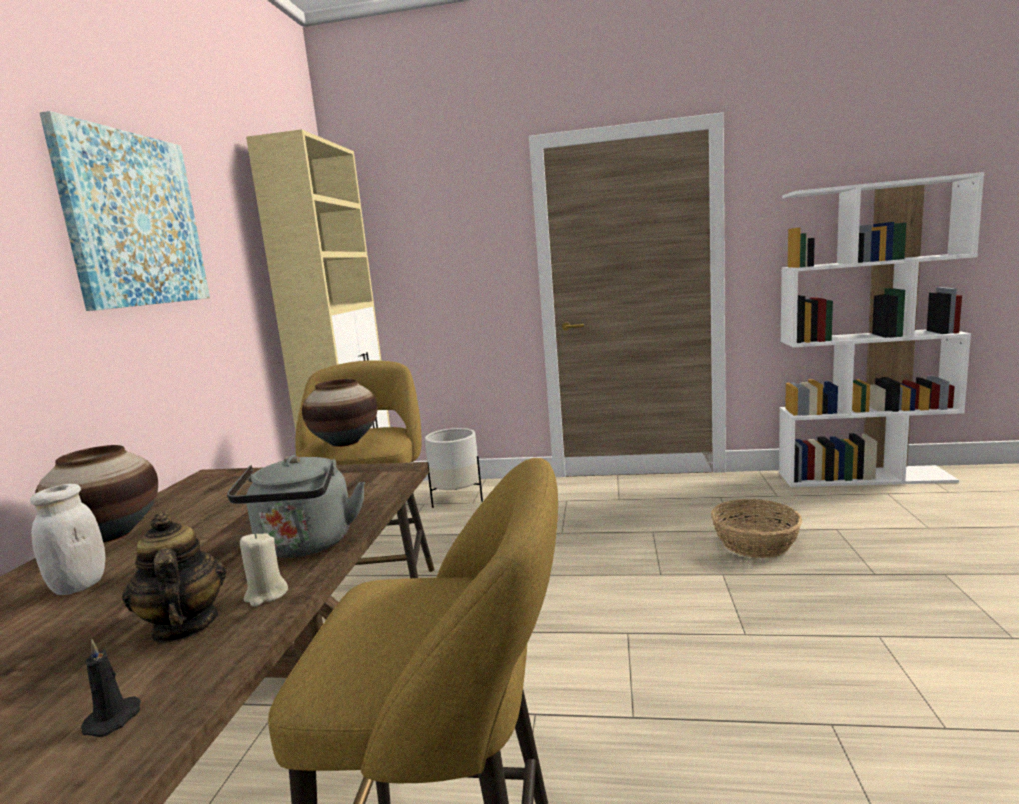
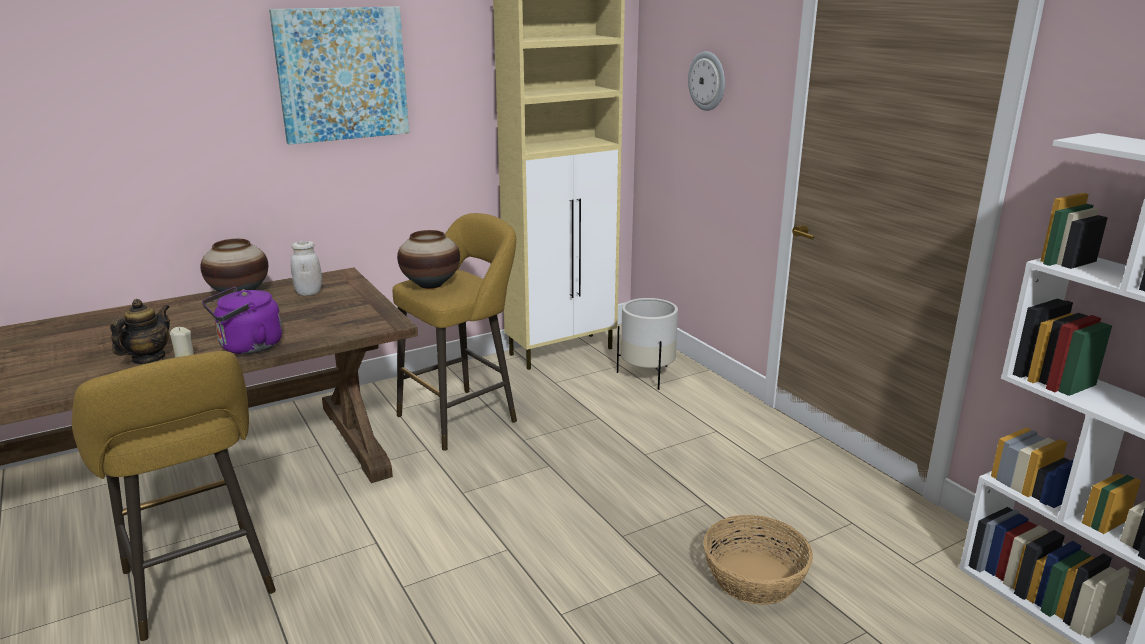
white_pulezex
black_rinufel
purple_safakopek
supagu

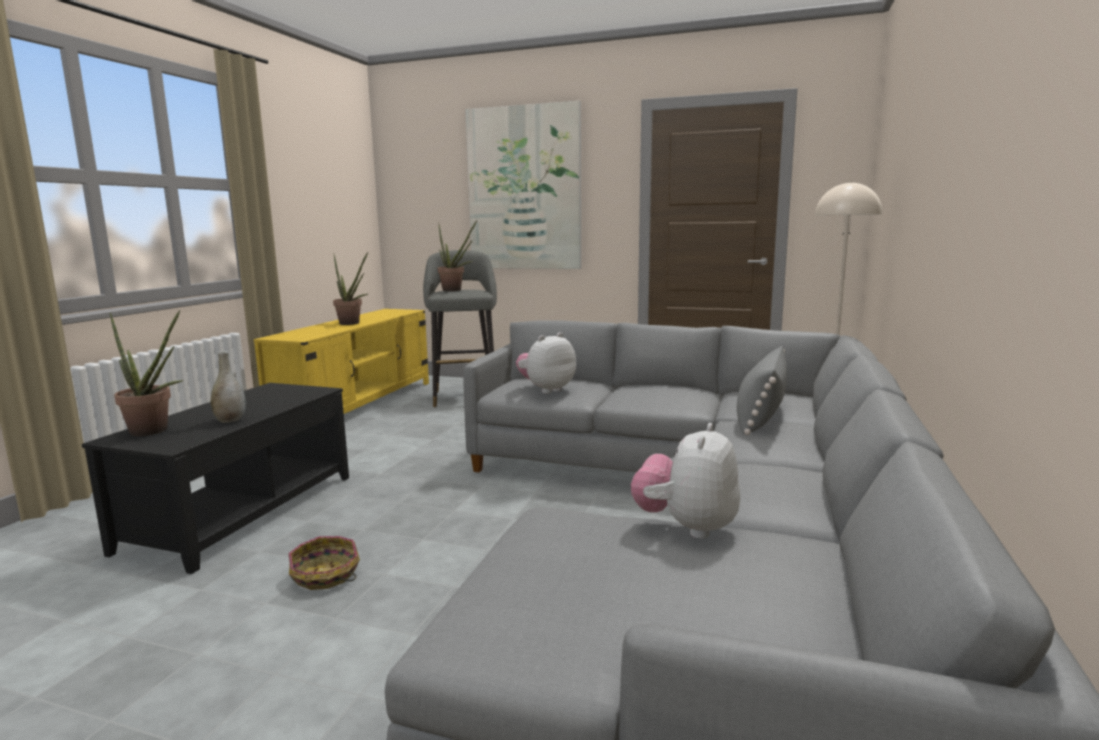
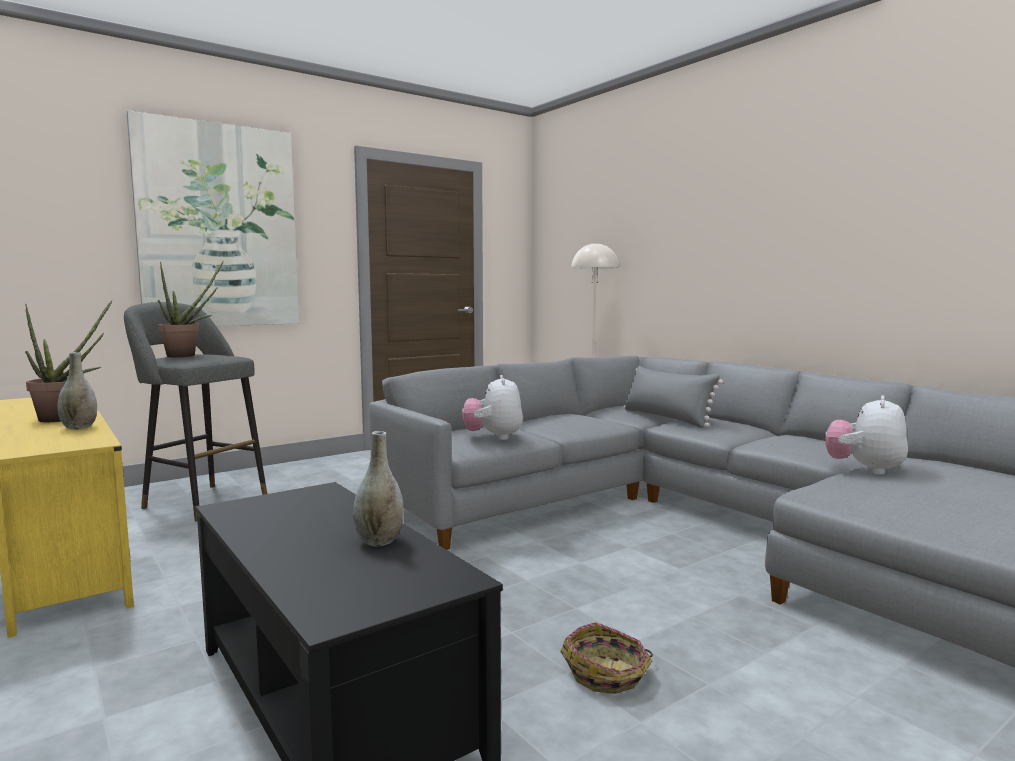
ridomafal (no. 1 from left in the first image)
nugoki (no. 2 from left)
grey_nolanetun (no. 1 from left)

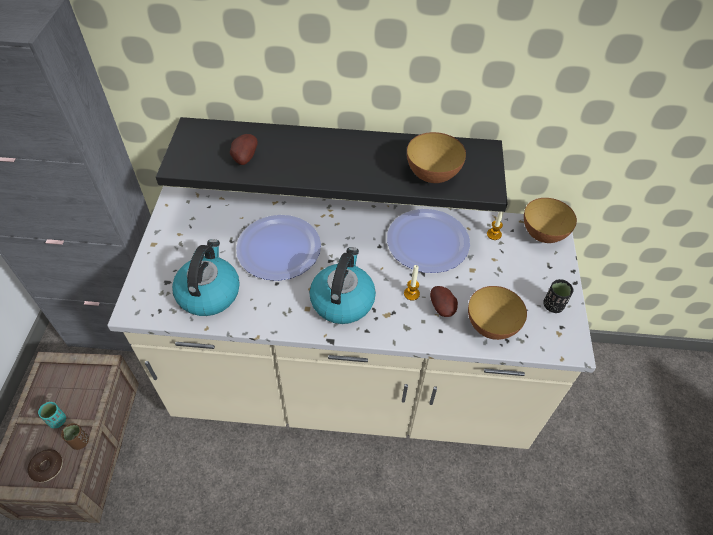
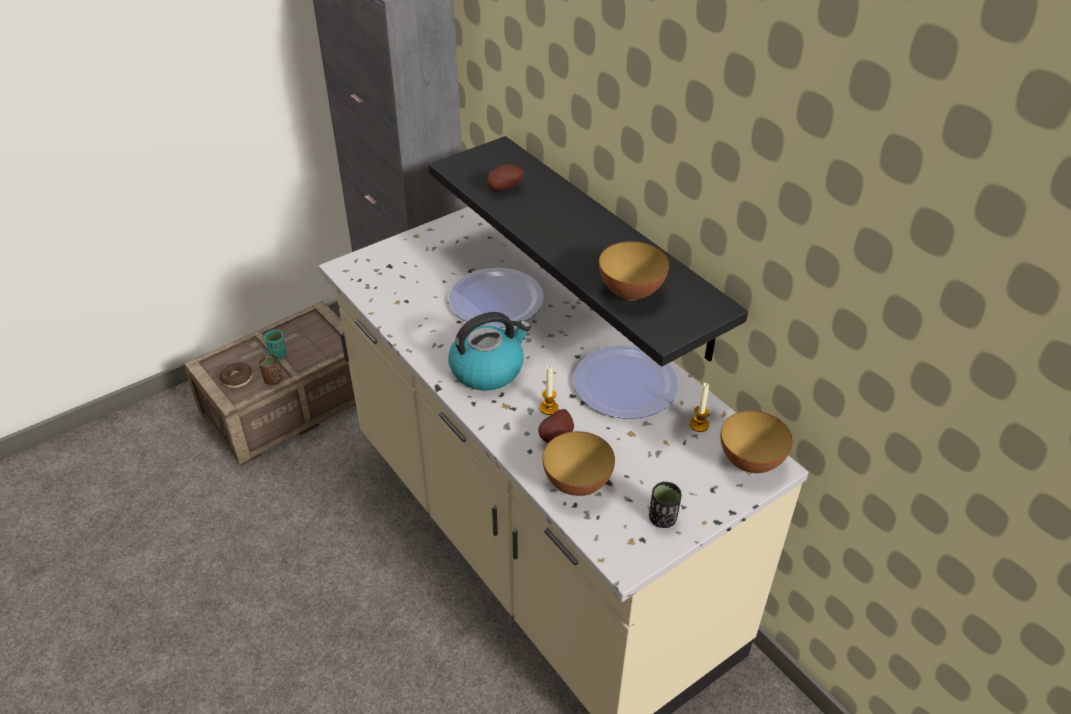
safakopek (no. 1 from left in the first image)

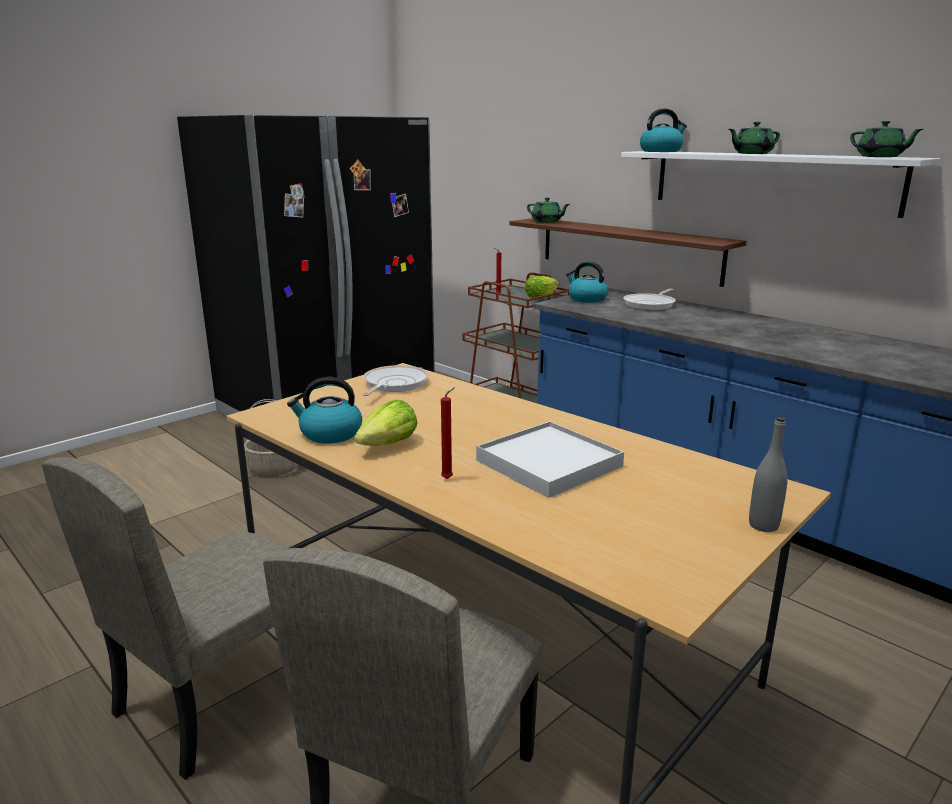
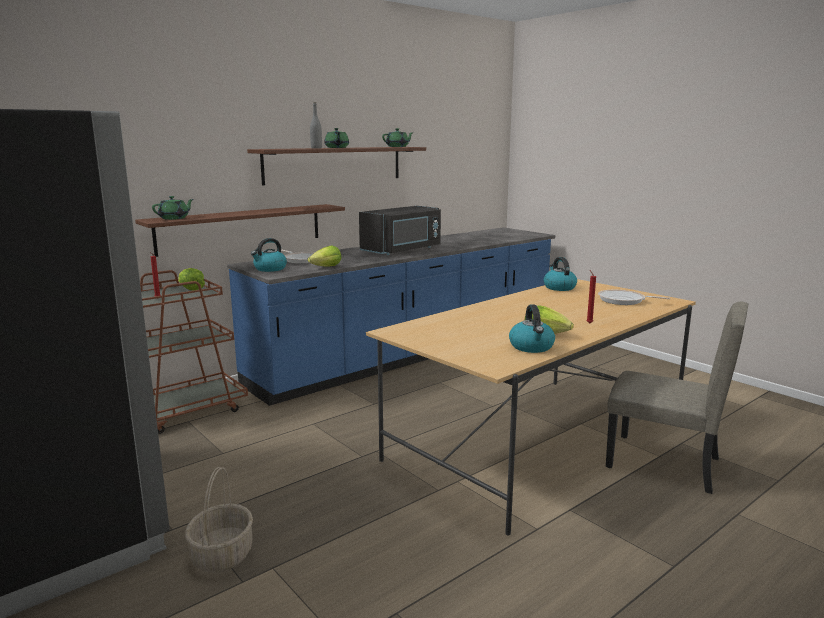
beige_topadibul (no. 1 from left in the first image)
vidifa (no. 2 from left)
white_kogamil
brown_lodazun (no. 2 from left)
safakopek (no. 3 from left)
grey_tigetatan
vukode (no. 2 from left)
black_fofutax

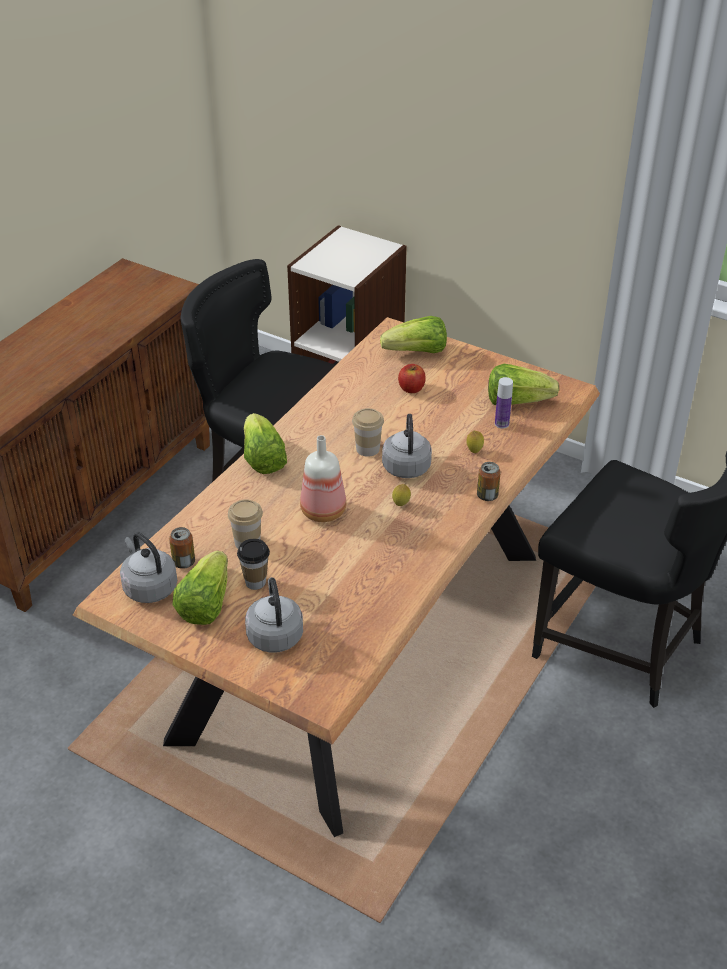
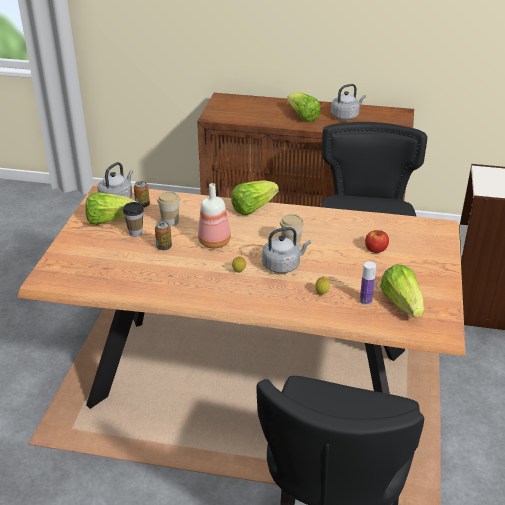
grey_safakopek (no. 3 from left)
vukode (no. 3 from left)
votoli (no. 2 from left)

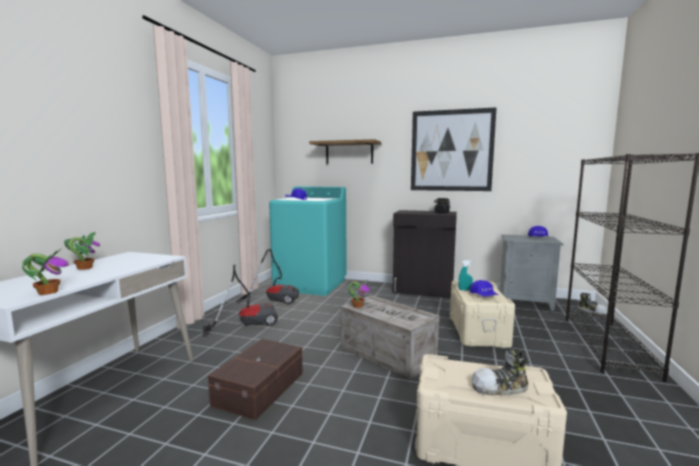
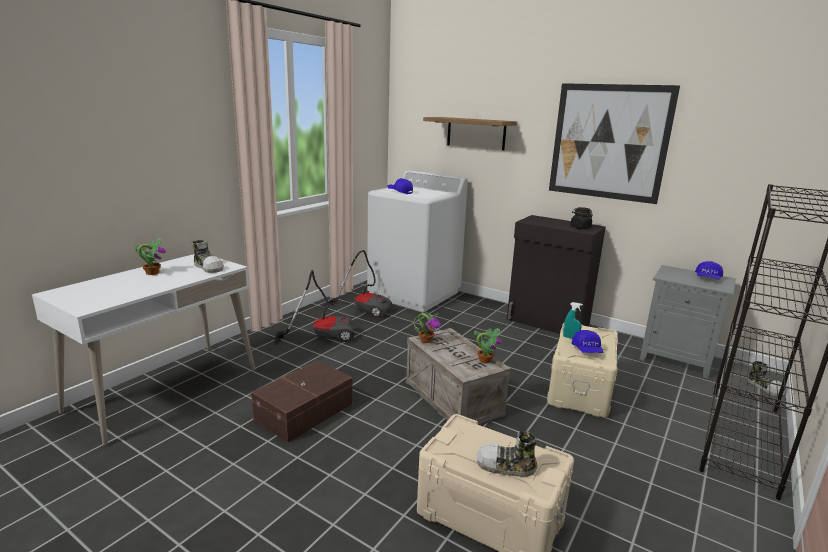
ridomafal (no. 3 from left)
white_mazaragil
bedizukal (no. 1 from left)

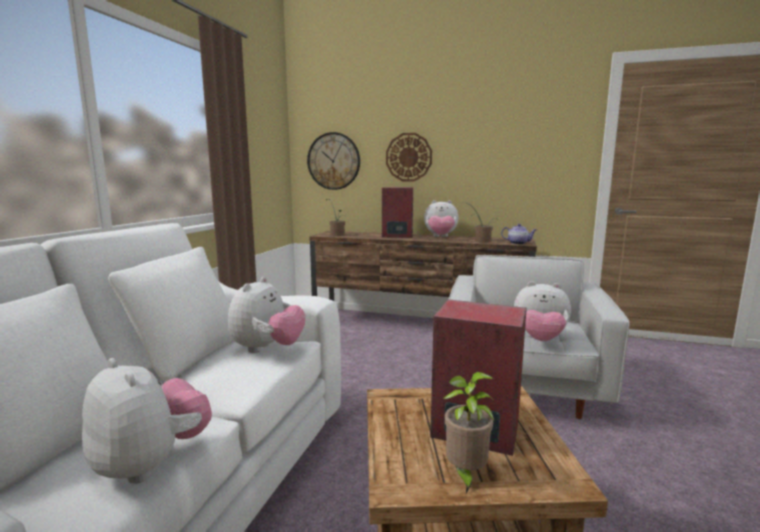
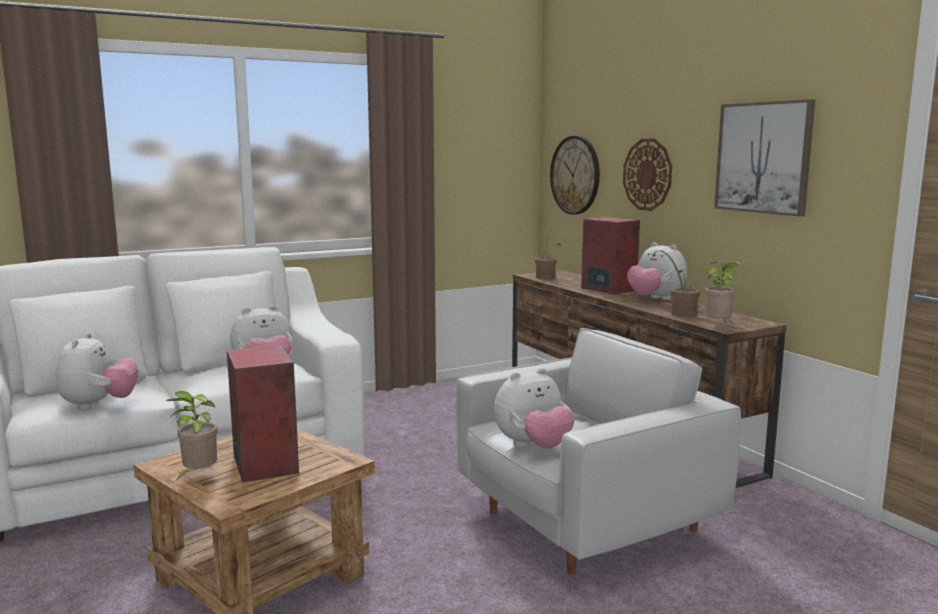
ridomafal (no. 4 from left)
nugoki (no. 3 from left)
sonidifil

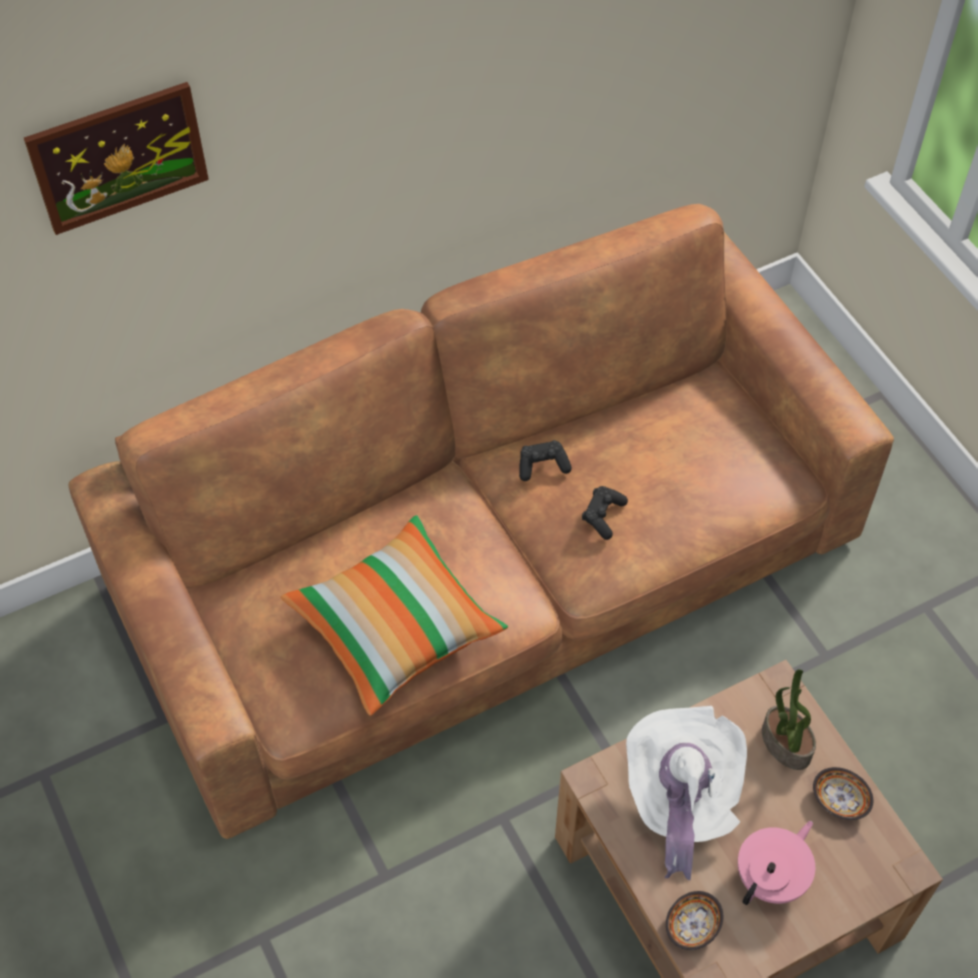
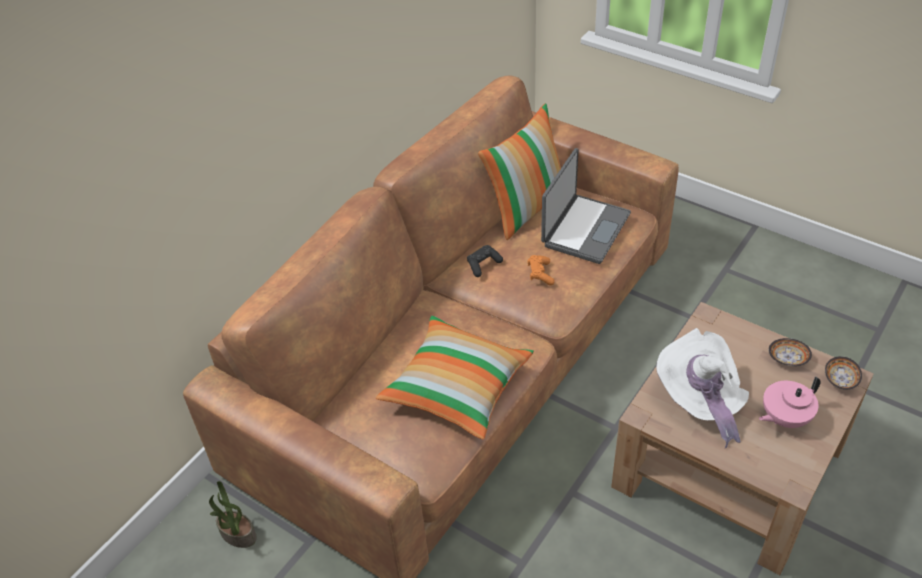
sonidifil
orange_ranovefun
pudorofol (no. 2 from left)
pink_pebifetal
ridomafal
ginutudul (no. 2 from left)
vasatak

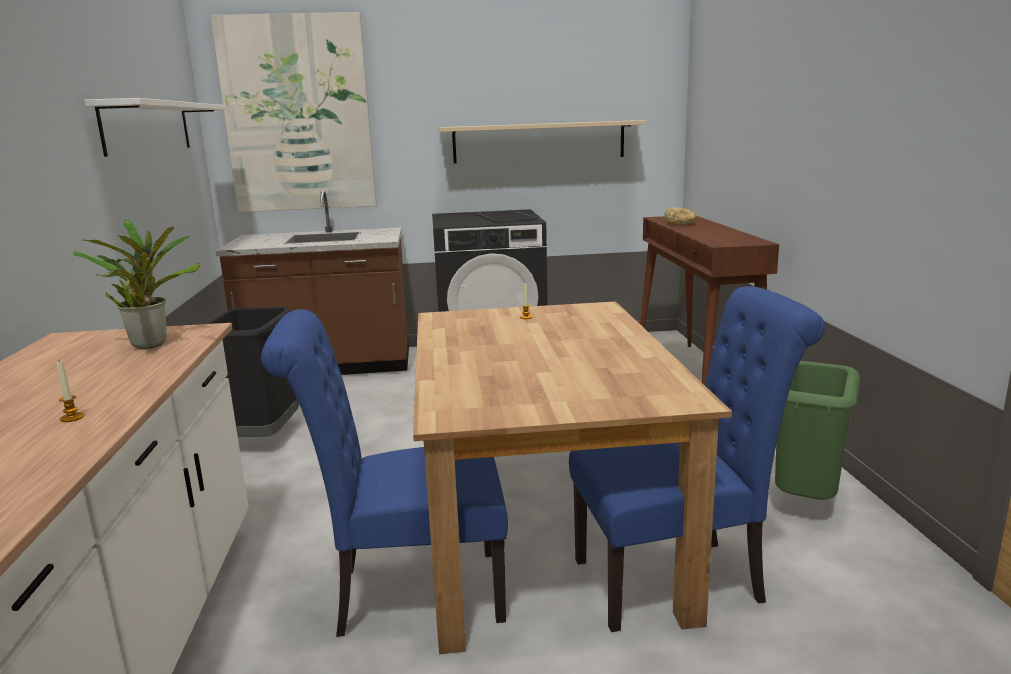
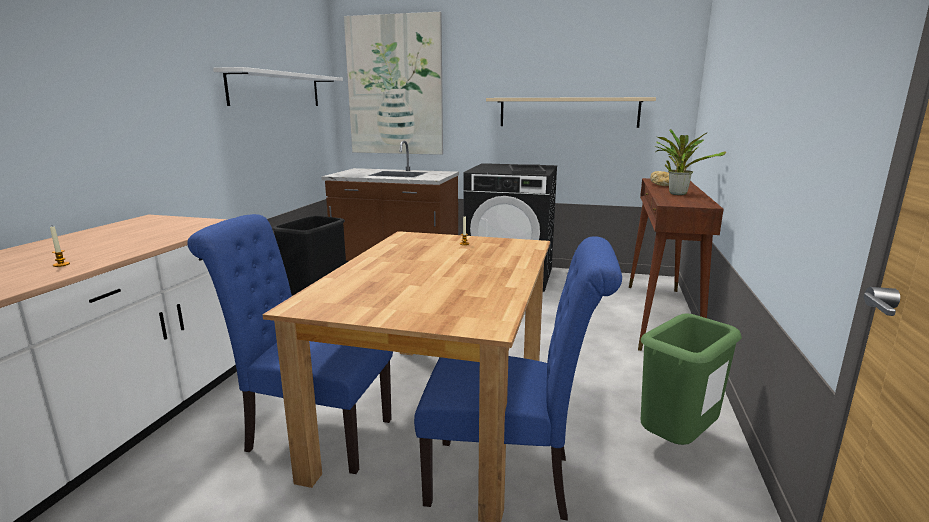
ridomafal

